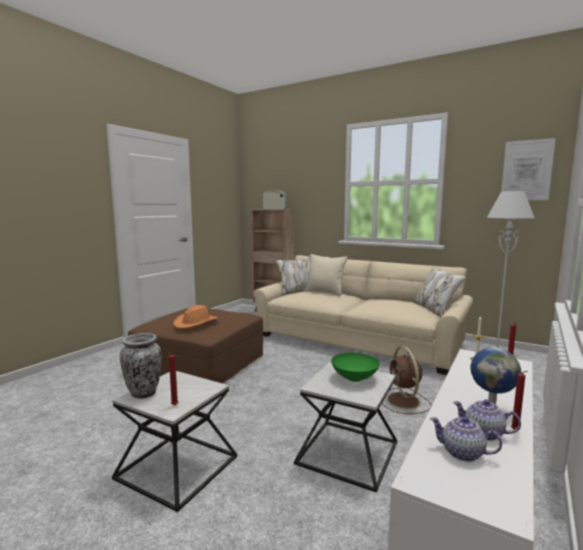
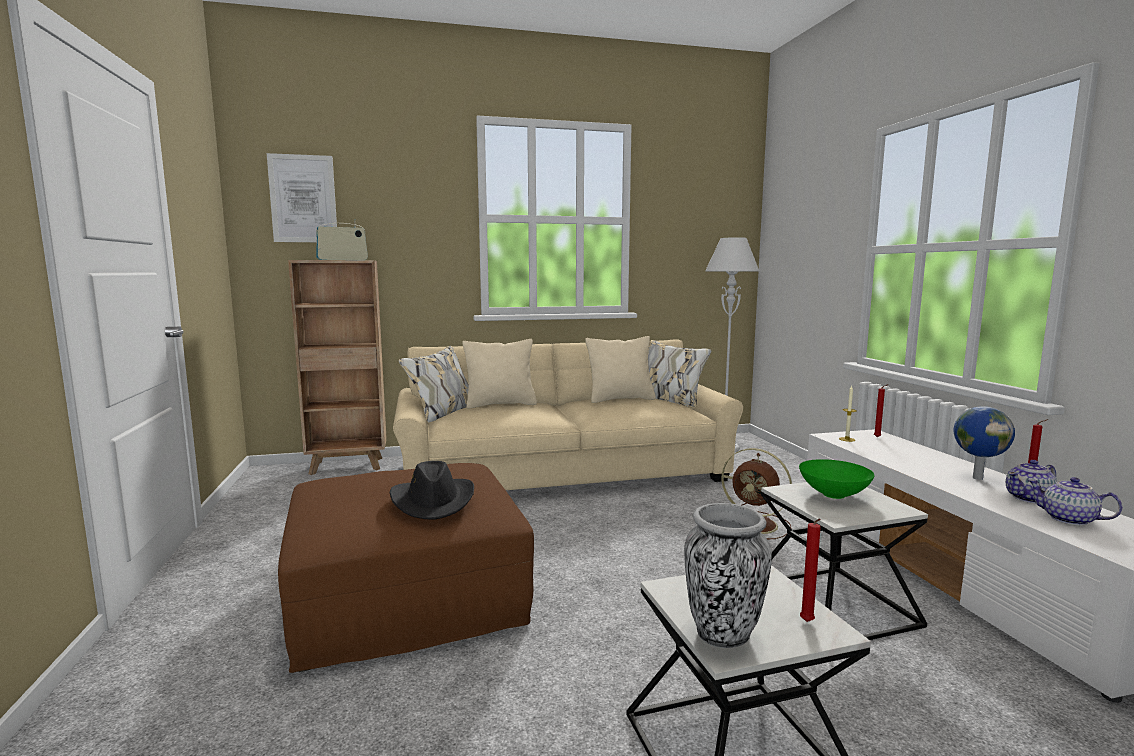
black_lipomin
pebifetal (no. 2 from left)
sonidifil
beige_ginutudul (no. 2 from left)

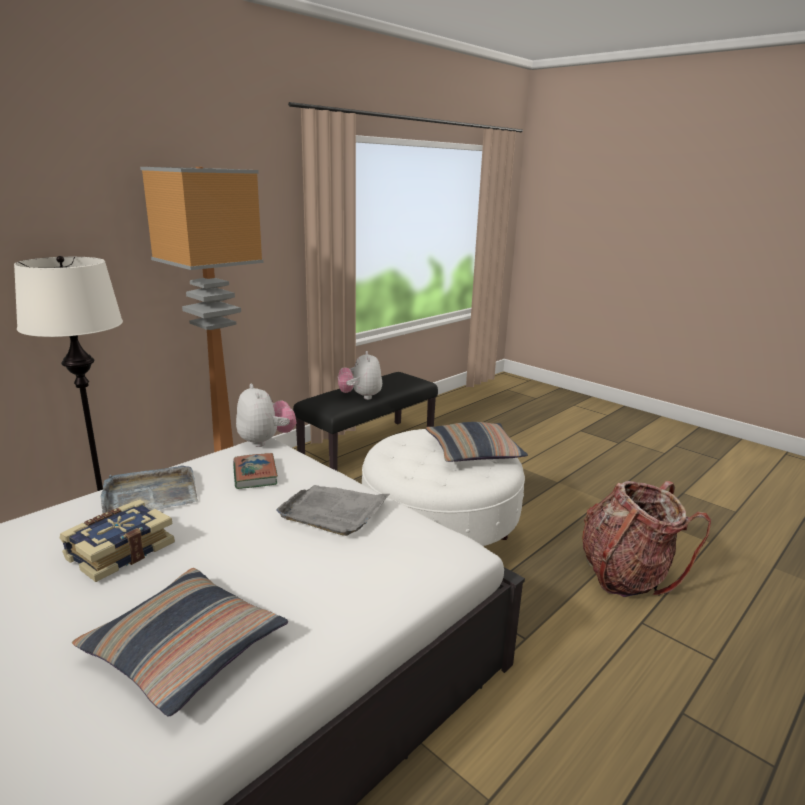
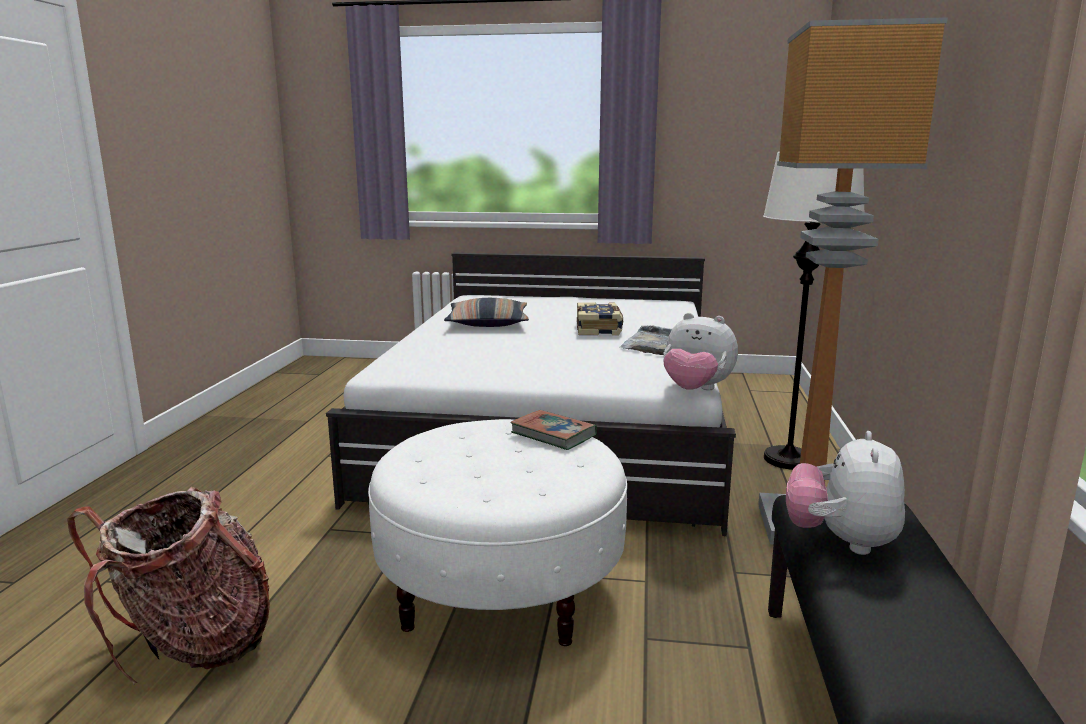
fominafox (no. 1 from left)
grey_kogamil (no. 2 from left in the first image)
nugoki (no. 2 from left)
ginutudul (no. 2 from left in the first image)

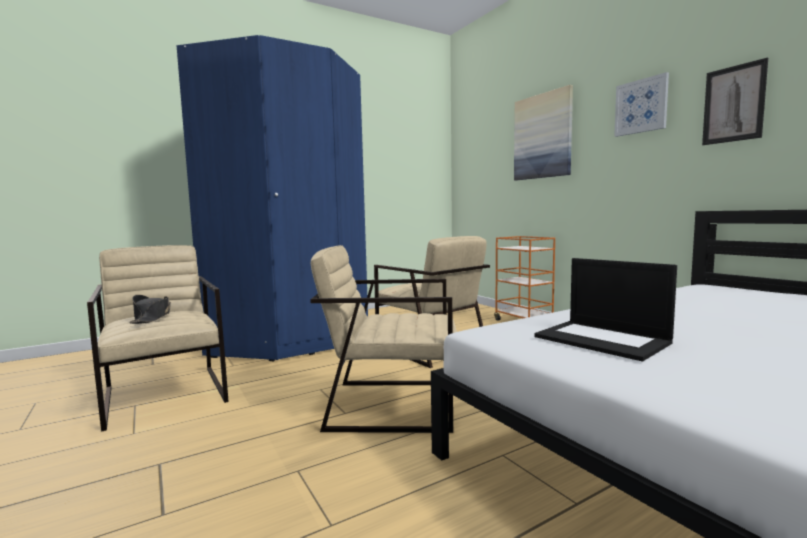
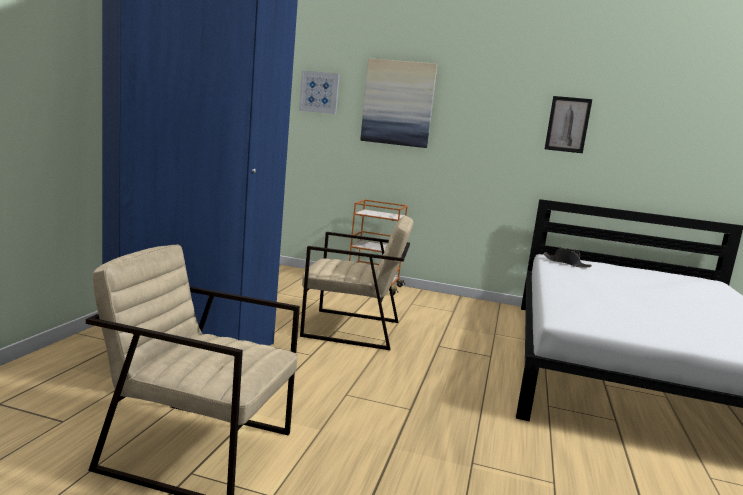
black_lipomin
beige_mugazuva (no. 2 from left in the first image)
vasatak
sonidifil (no. 1 from left)

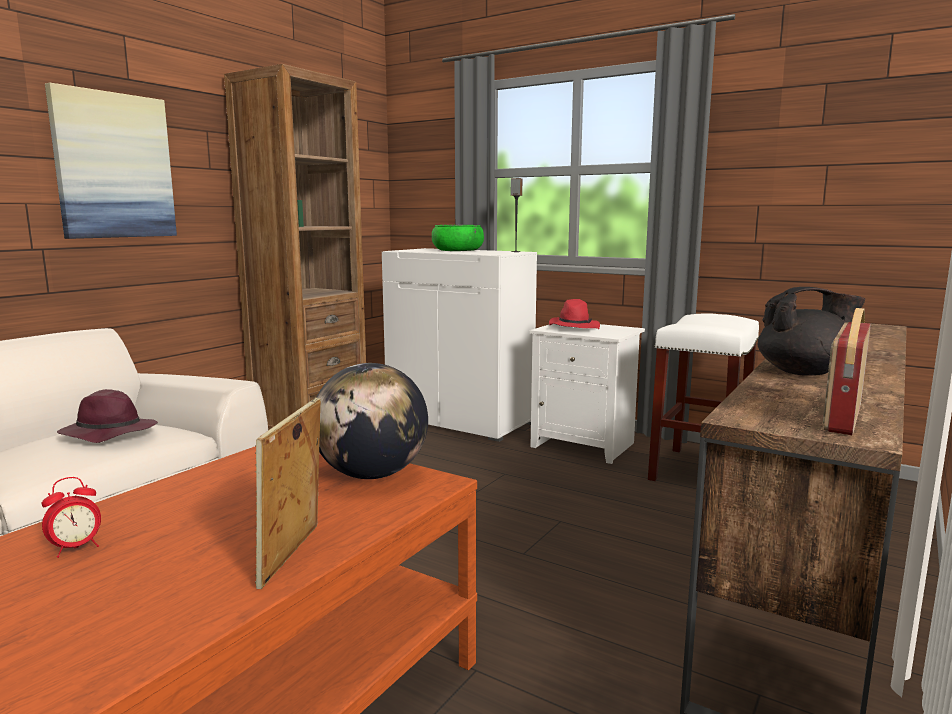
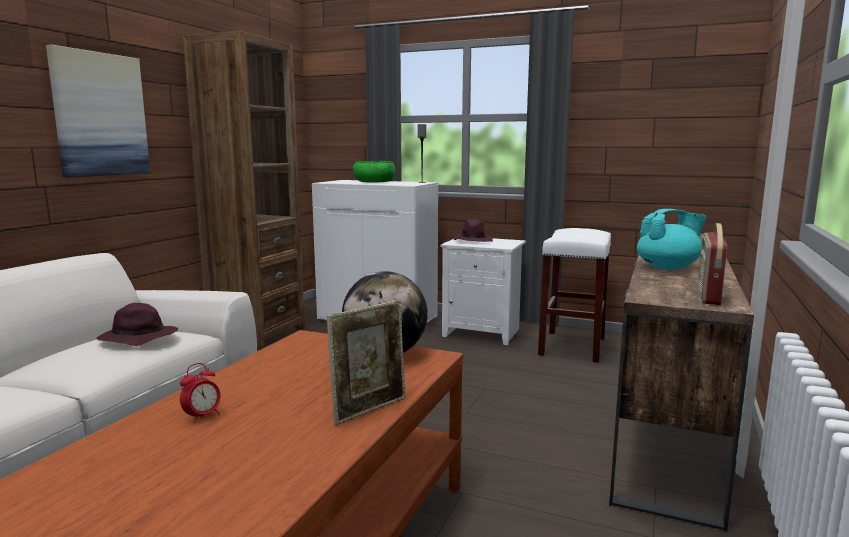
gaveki
purple_lipomin (no. 2 from left)
turquoise_pebifetal

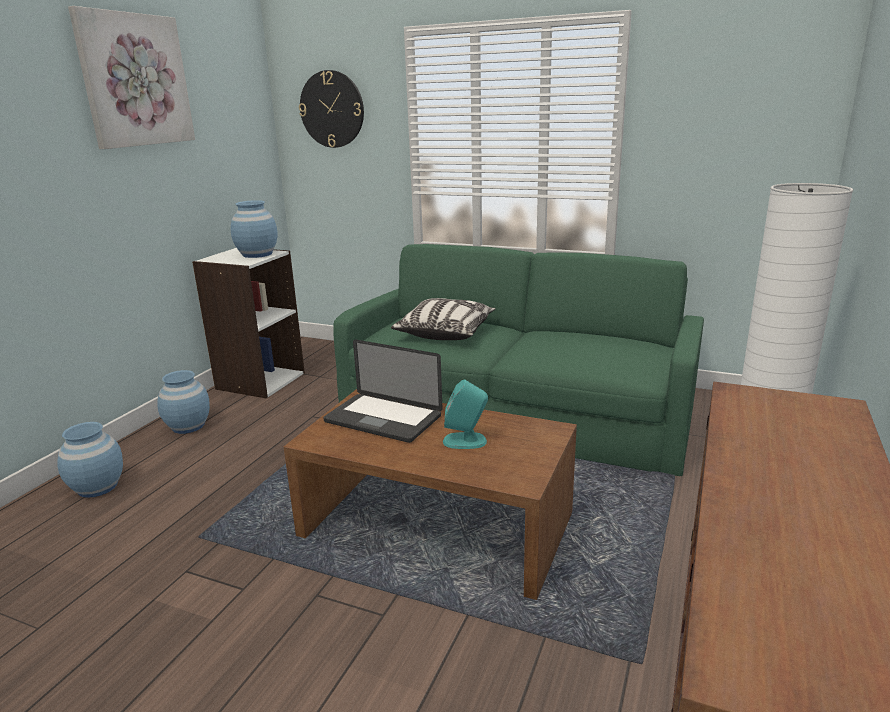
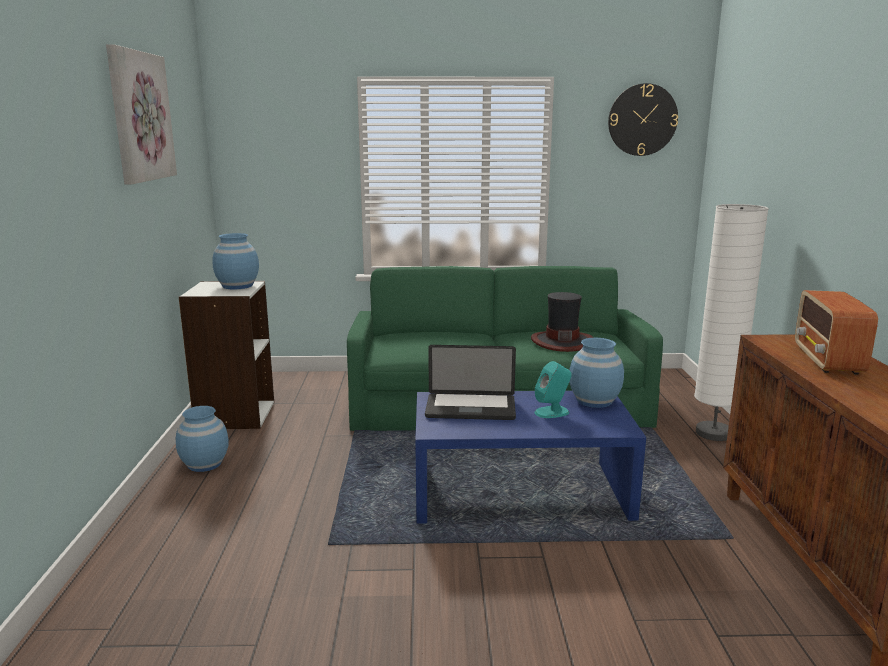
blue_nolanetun (no. 3 from left)
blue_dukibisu
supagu
ginutudul
lipomin
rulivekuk

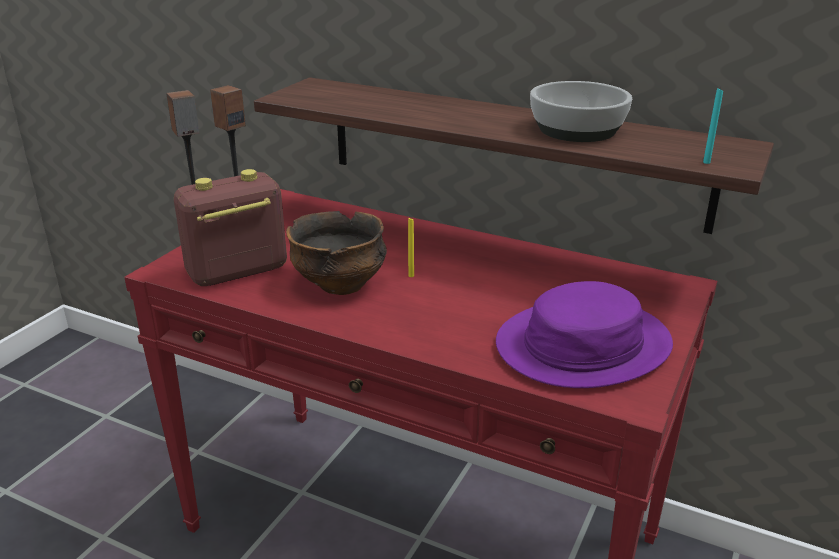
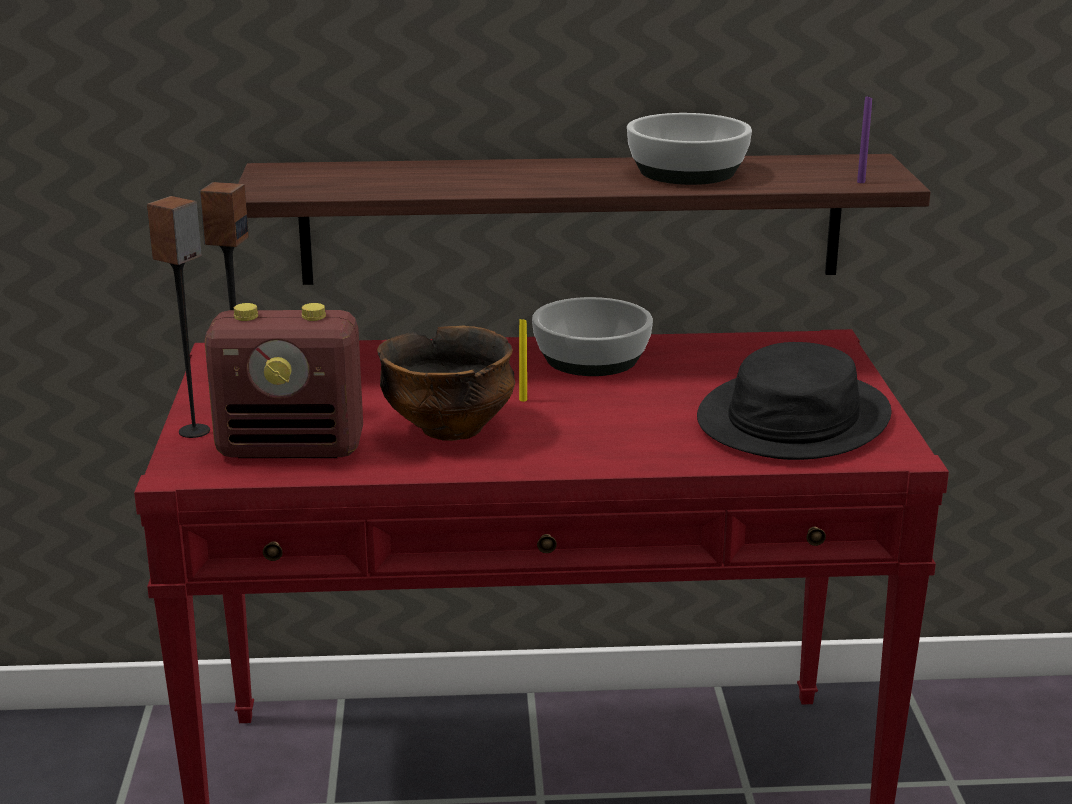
rulivekuk
black_lipomin
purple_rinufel
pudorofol (no. 2 from left)

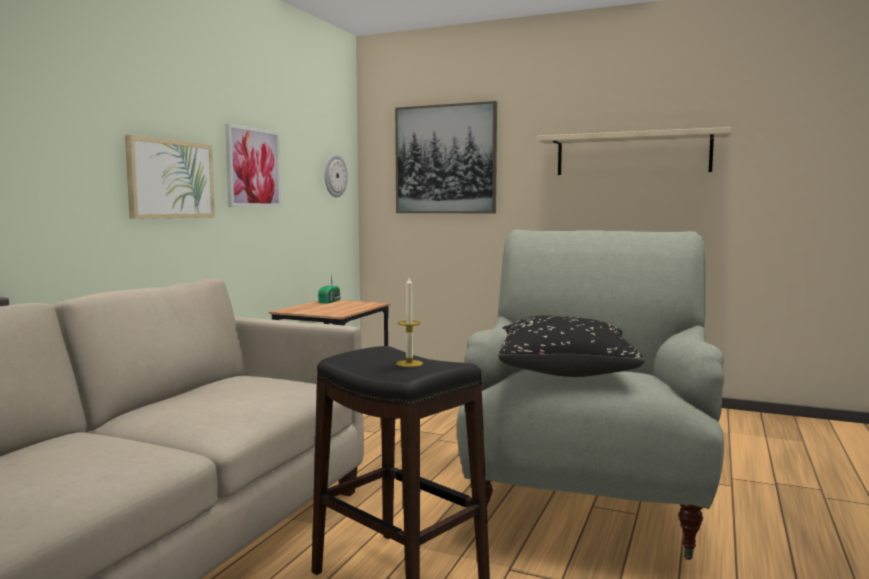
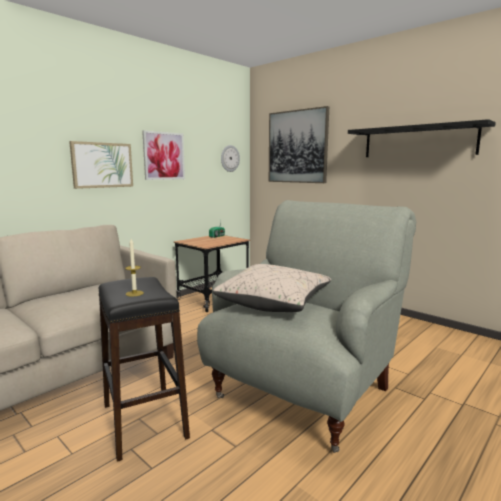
beige_ginutudul
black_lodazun

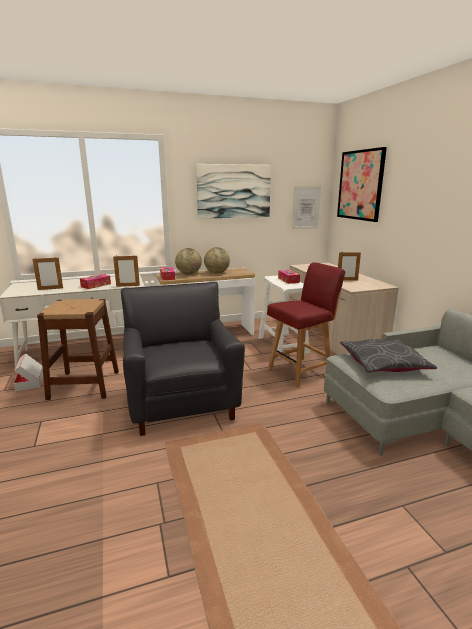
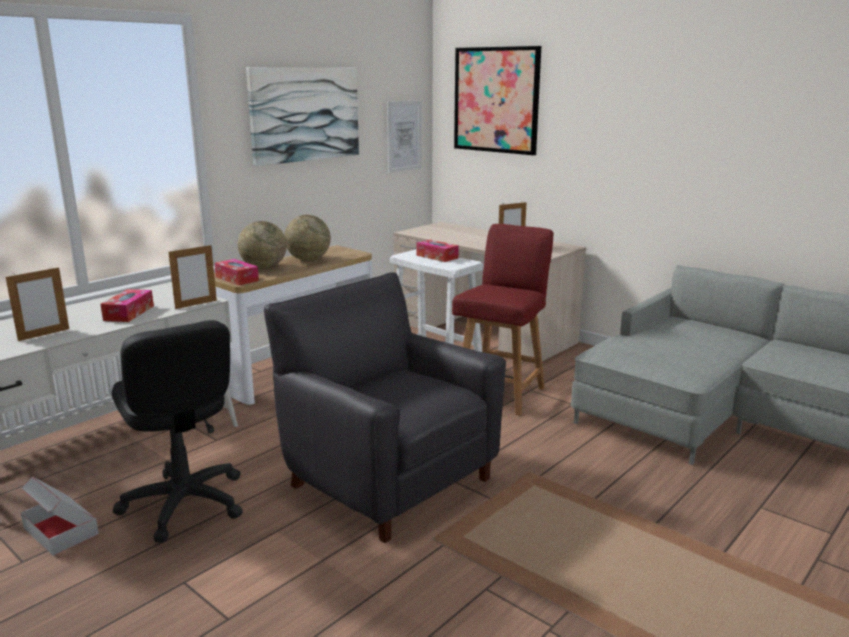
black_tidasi
grey_ginutudul

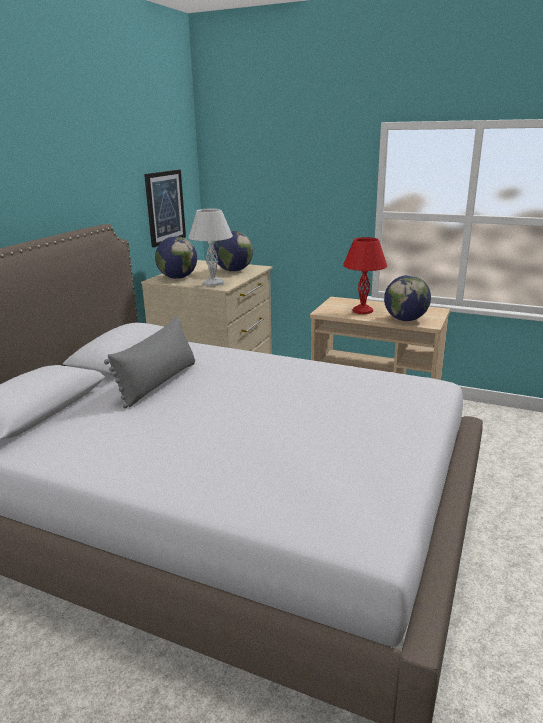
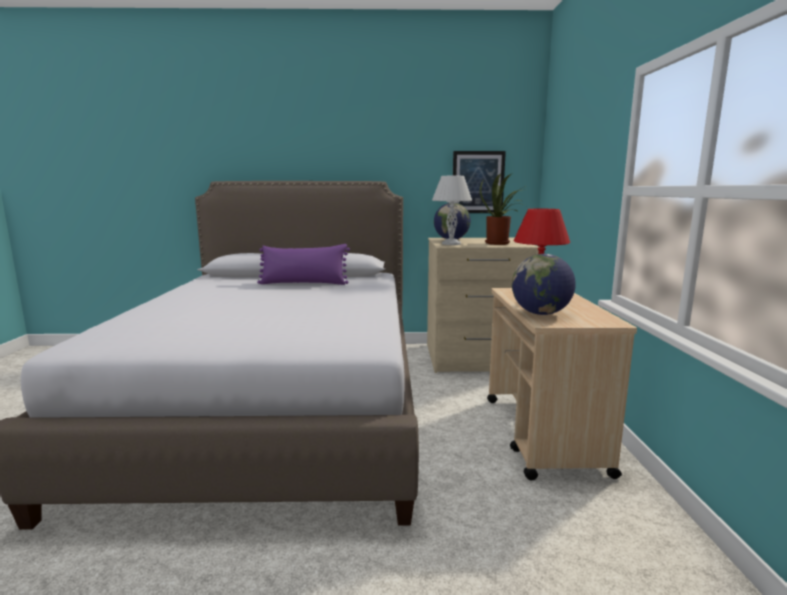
purple_ginutudul
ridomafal

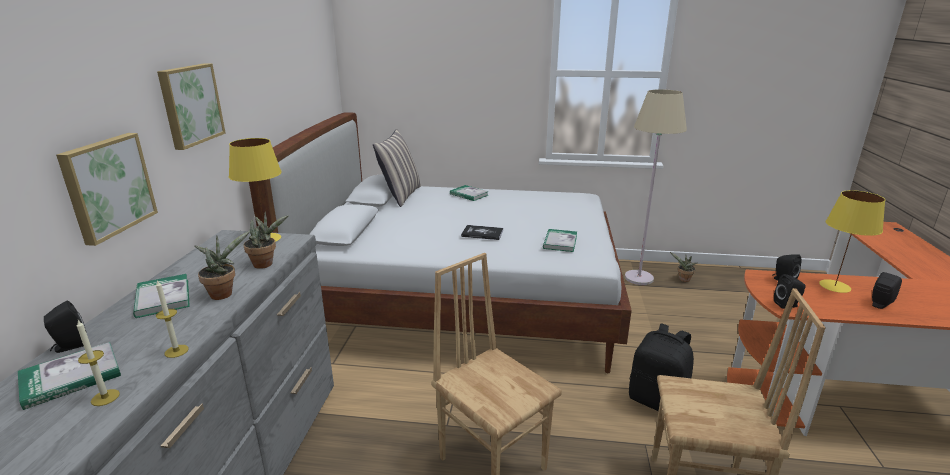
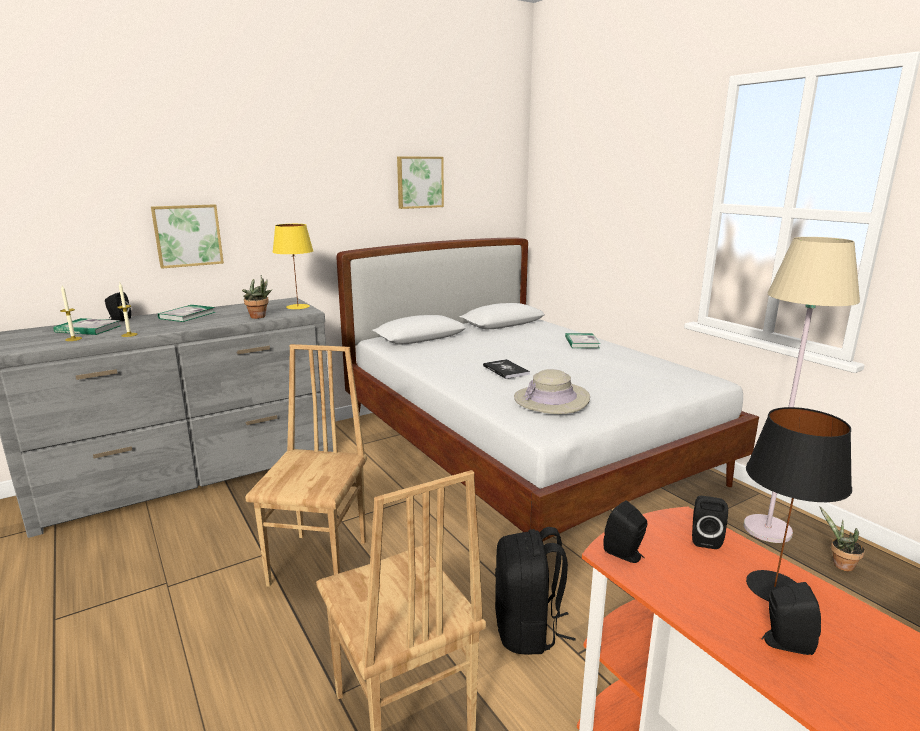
sonidifil (no. 2 from left)
ridomafal (no. 1 from left in the first image)
ginutudul
beige_lipomin
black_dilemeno

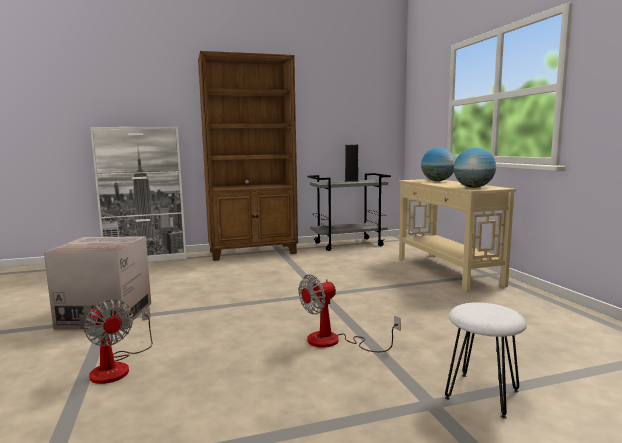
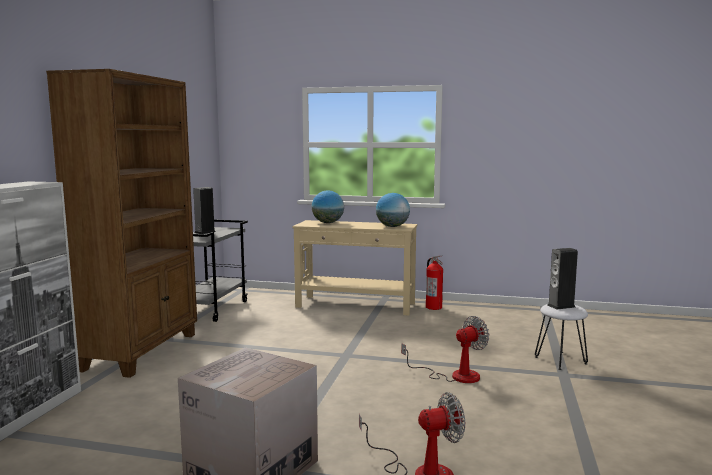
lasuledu (no. 2 from left)
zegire
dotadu (no. 2 from left)

